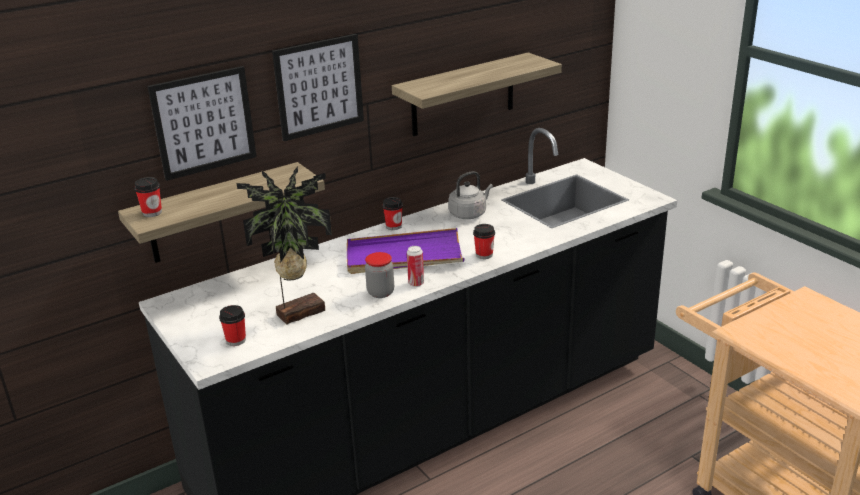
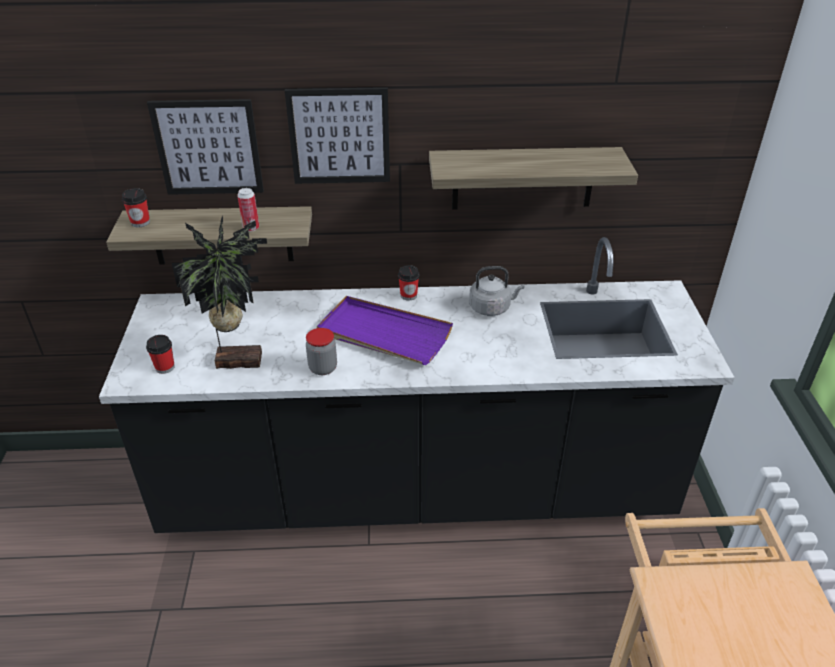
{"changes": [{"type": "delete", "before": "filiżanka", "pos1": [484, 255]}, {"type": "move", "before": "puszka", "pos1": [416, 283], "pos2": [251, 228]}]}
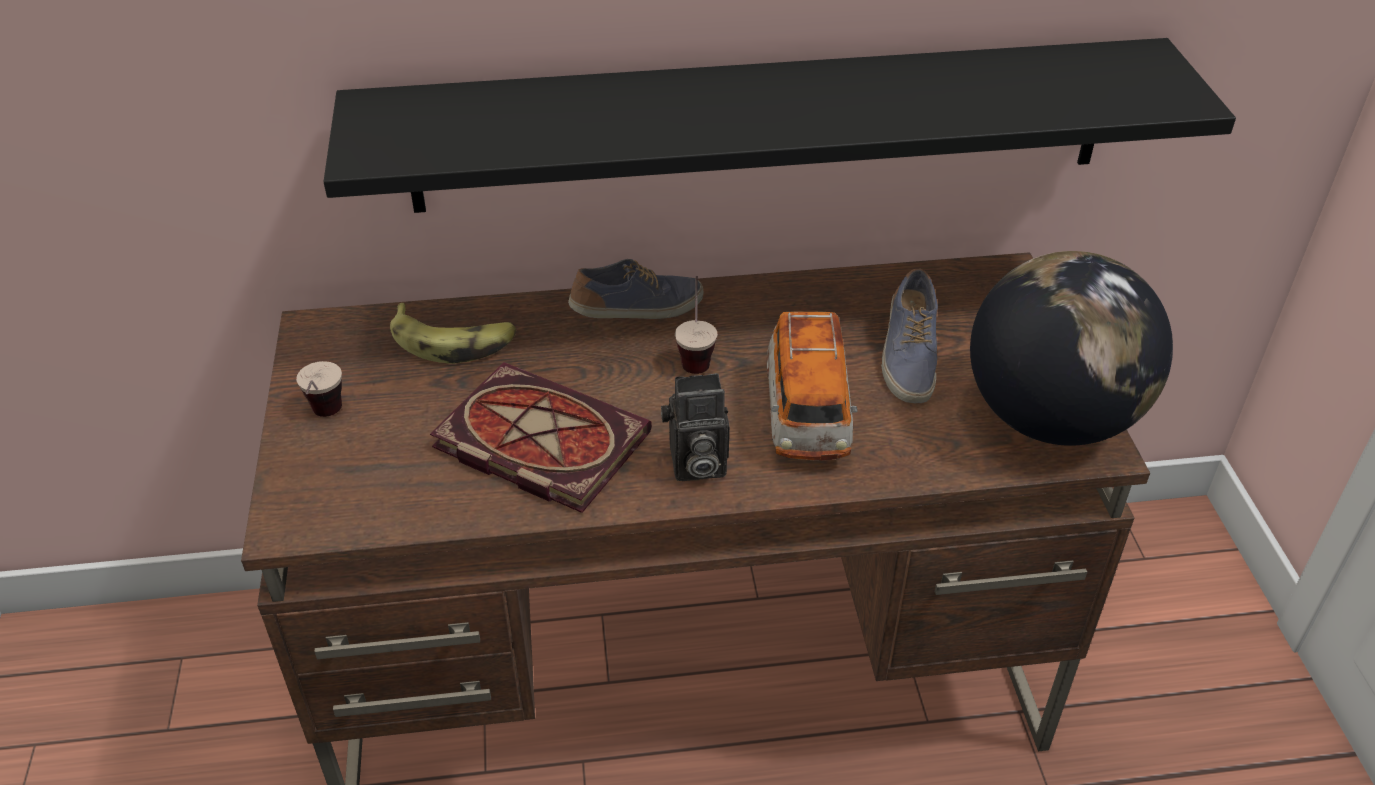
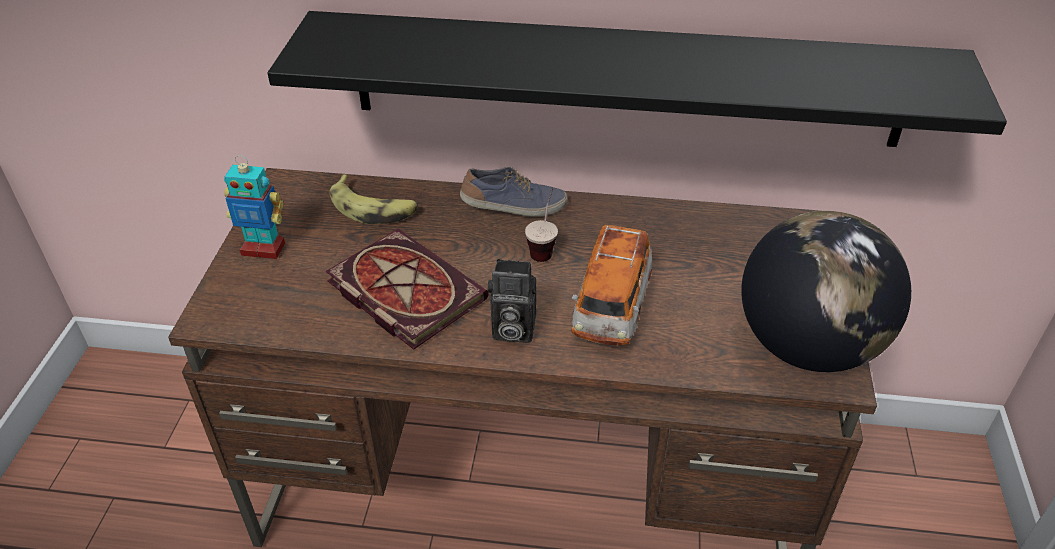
{"changes": [{"type": "delete", "before": "but", "pos1": [907, 356]}, {"type": "replace", "before": "filiżanka", "after": "robot zabawkowy", "pos1": [325, 420], "pos2": [263, 248]}]}
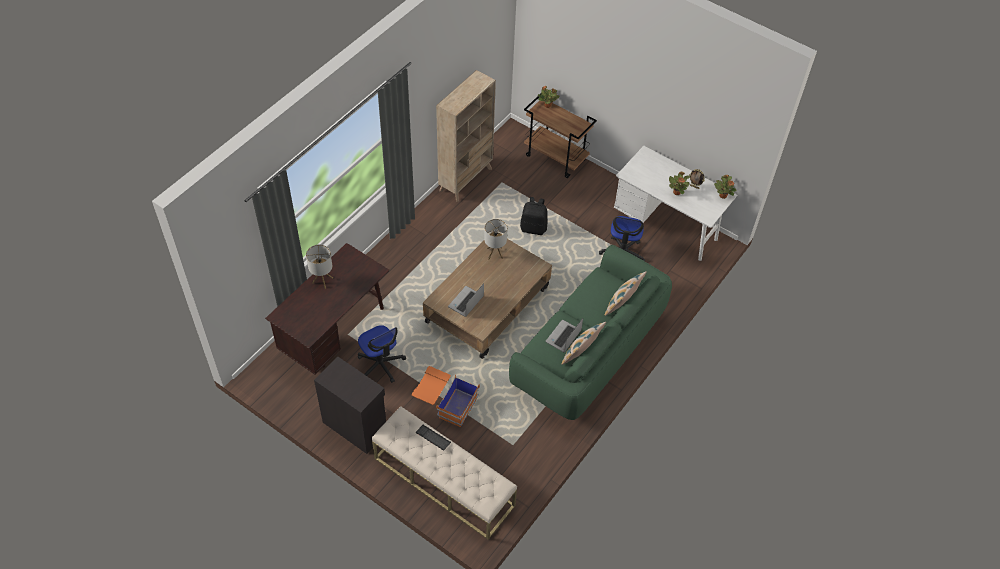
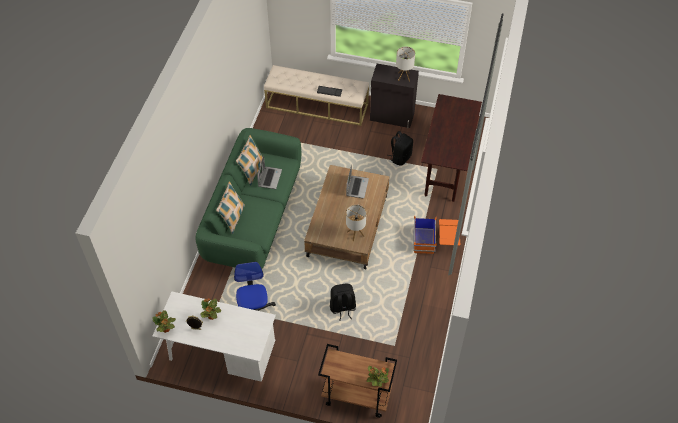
{"changes": [{"type": "delete", "before": "regał [beżowy]", "pos1": [466, 179]}, {"type": "move", "before": "lampa stołowa", "pos1": [322, 280], "pos2": [403, 77]}, {"type": "move", "before": "pojemnik do przechowywania [pomarańczowy]", "pos1": [445, 402], "pos2": [435, 242]}, {"type": "replace", "before": "krzesło biurowe", "after": "plecak [czarny]", "pos1": [381, 364], "pos2": [400, 157]}]}
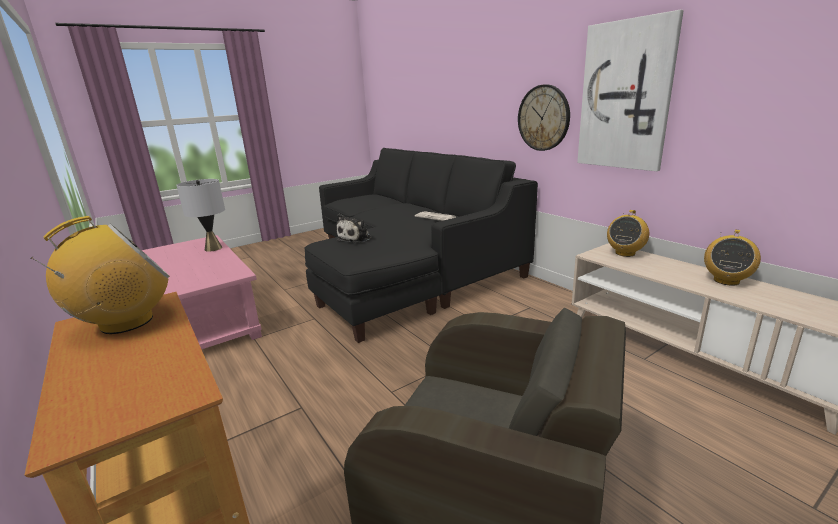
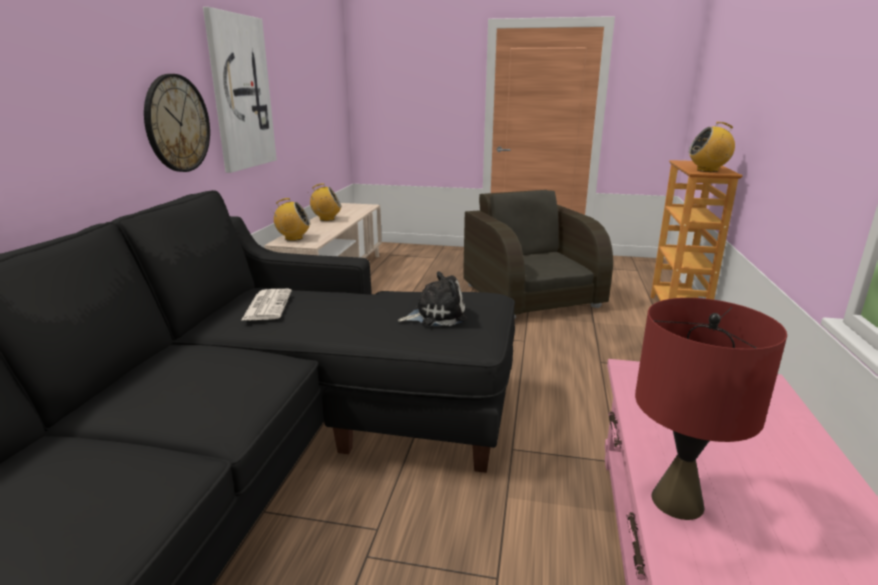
{"changes": [{"type": "recolor", "before": "lampa stołowa [szary]", "after": "lampa stołowa [czerwony]", "pos1": [213, 248], "pos2": [676, 501]}]}
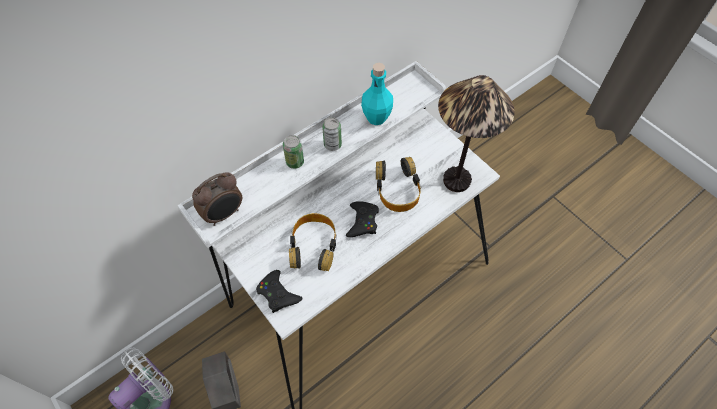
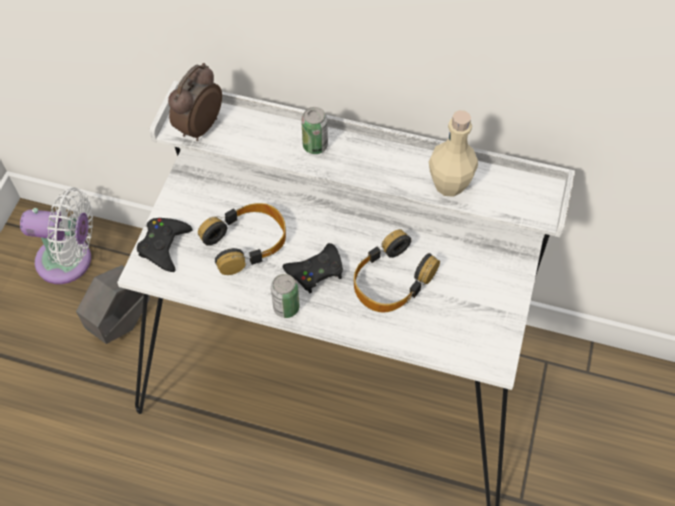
{"changes": [{"type": "delete", "before": "lampa stołowa", "pos1": [456, 180]}, {"type": "move", "before": "puszka", "pos1": [332, 145], "pos2": [286, 307]}, {"type": "recolor", "before": "butelka [turkusowy]", "after": "butelka [beżowy]", "pos1": [376, 117], "pos2": [449, 185]}, {"type": "rotate", "before": "budzik", "pos1": [224, 214], "pos2": [199, 127], "turn": 105}]}
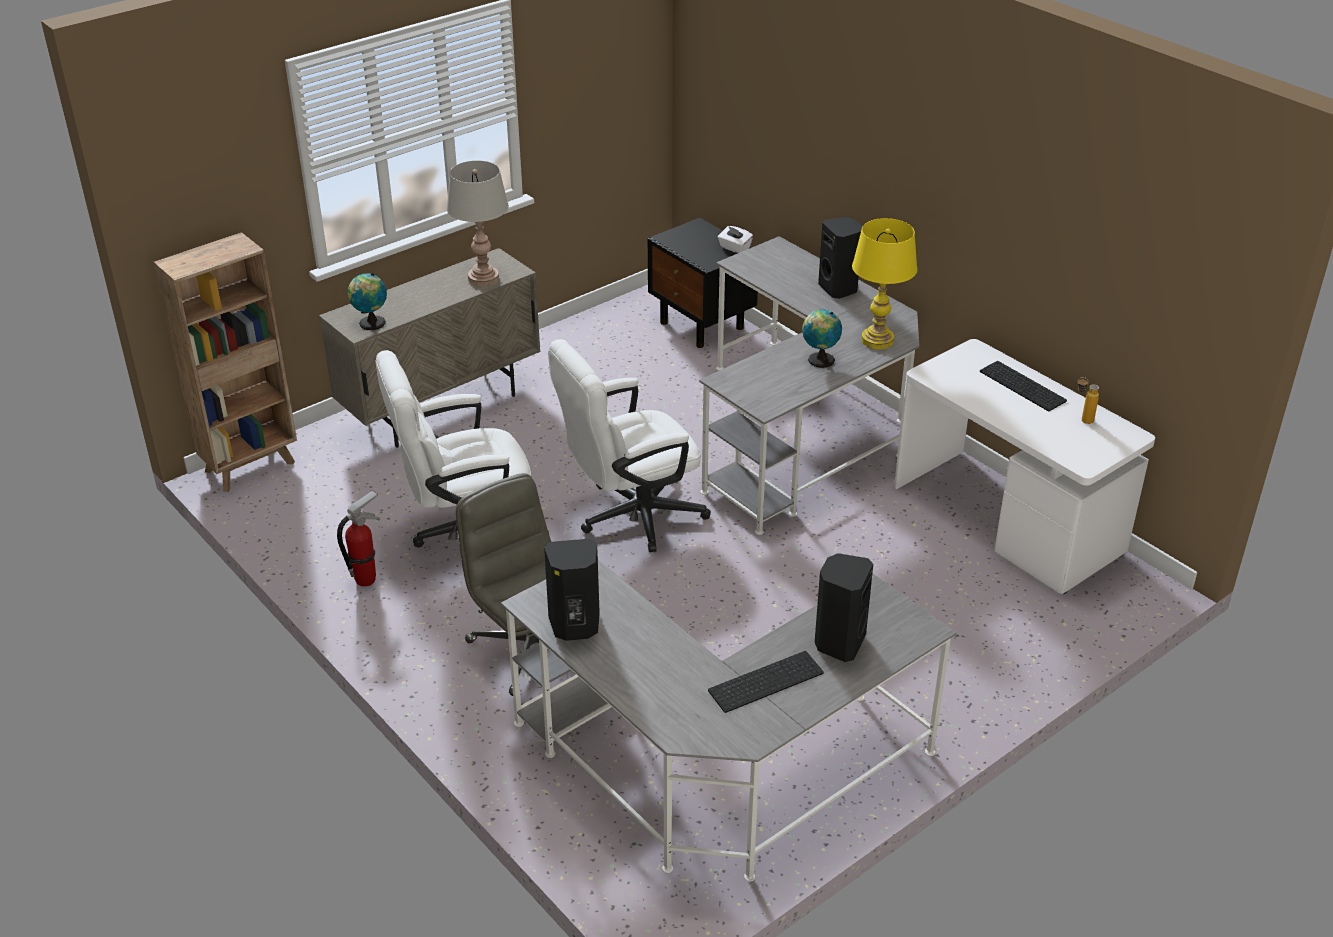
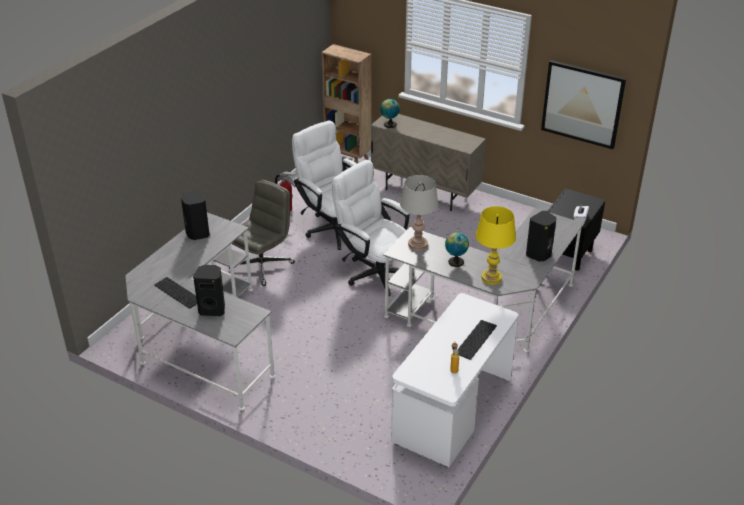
{"changes": [{"type": "insert", "after": "obraz", "pos2": [582, 104]}, {"type": "move", "before": "lampa stołowa [szary]", "pos1": [483, 278], "pos2": [417, 245]}]}
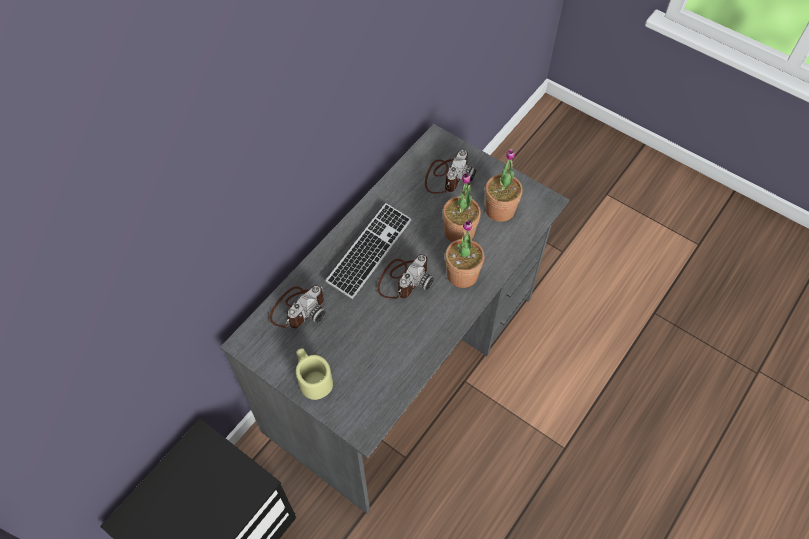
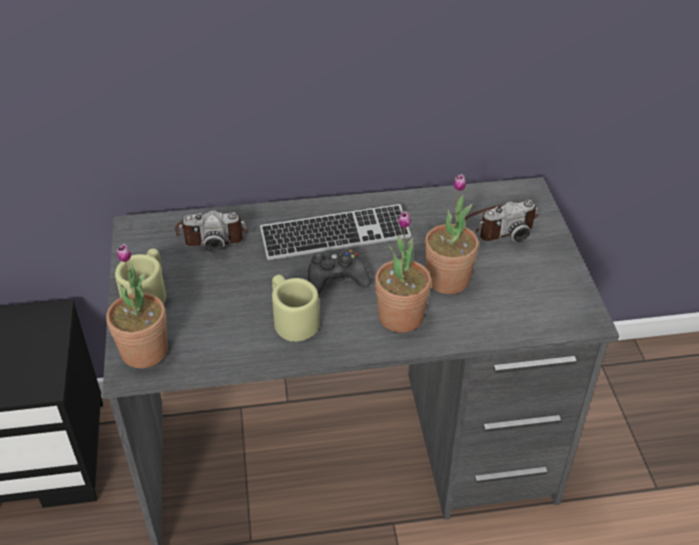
{"changes": [{"type": "insert", "after": "kubek [beżowy]", "pos2": [292, 319]}, {"type": "move", "before": "roślina doniczkowa", "pos1": [500, 210], "pos2": [144, 351]}, {"type": "replace", "before": "aparat fotograficzny", "after": "pad do gier [czarny]", "pos1": [403, 279], "pos2": [336, 279]}]}
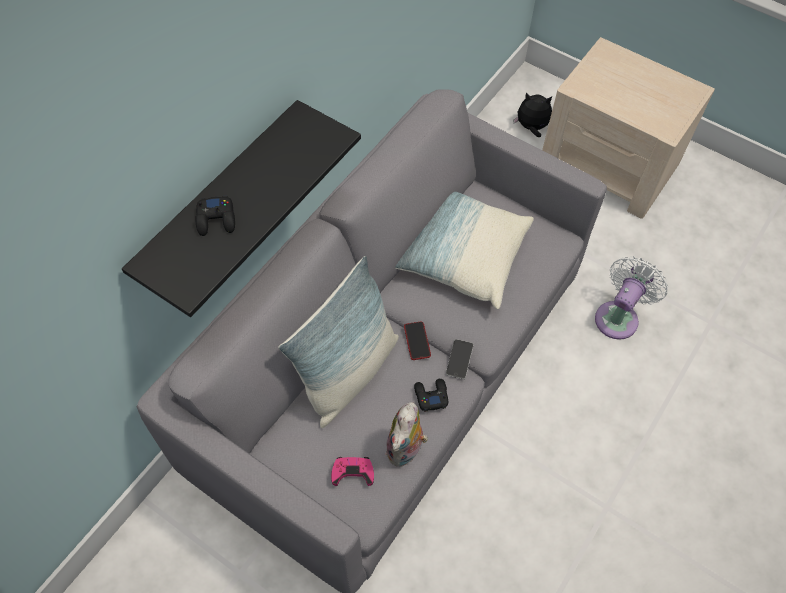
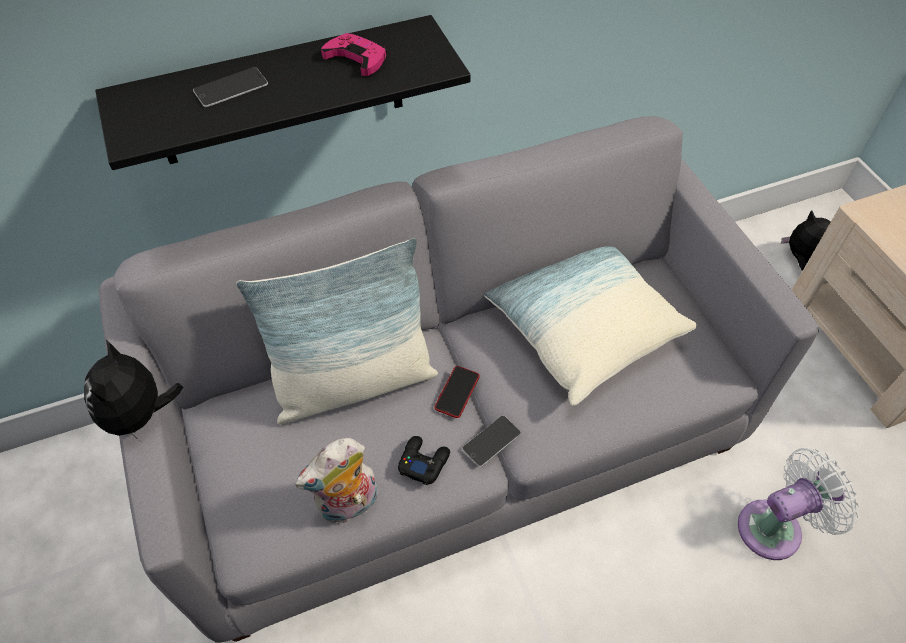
{"changes": [{"type": "insert", "after": "pluszak", "pos2": [141, 415]}, {"type": "move", "before": "pad do gier [różowy]", "pos1": [352, 472], "pos2": [356, 58]}, {"type": "replace", "before": "pad do gier [czarny]", "after": "telefon", "pos1": [216, 219], "pos2": [231, 87]}]}
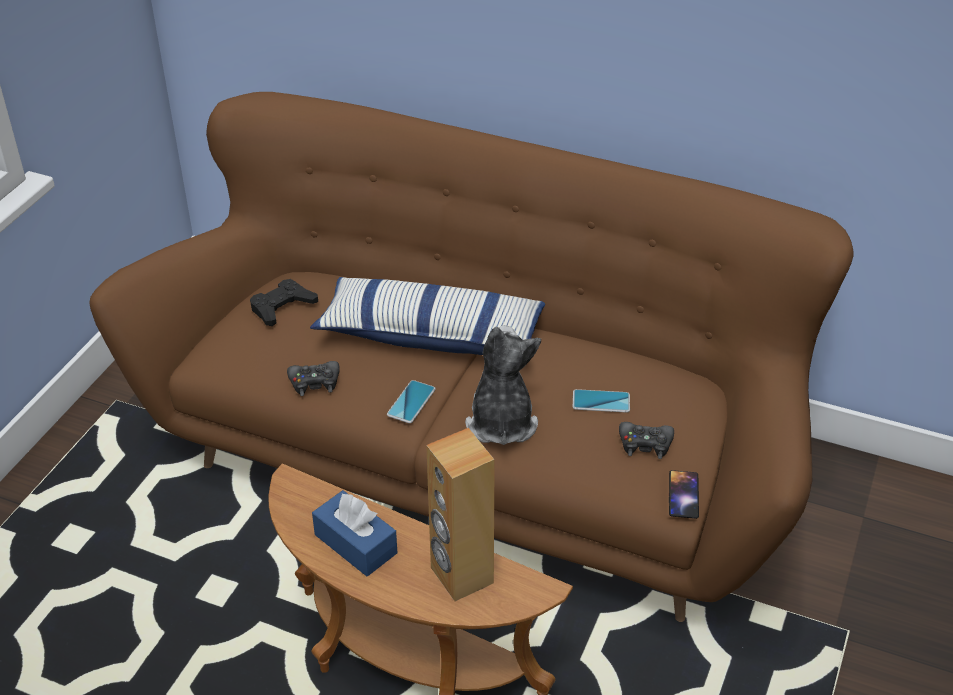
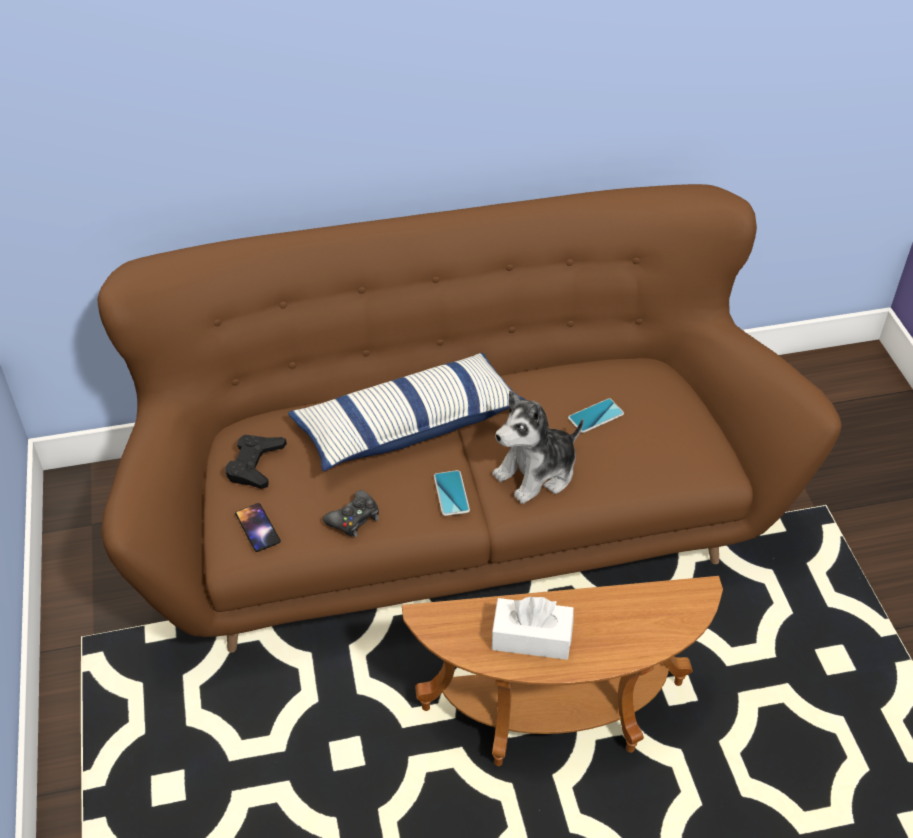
{"changes": [{"type": "delete", "before": "głośnik [brązowy]", "pos1": [461, 575]}, {"type": "delete", "before": "pad do gier [czarny]", "pos1": [645, 444]}, {"type": "move", "before": "telefon", "pos1": [683, 495], "pos2": [257, 528]}, {"type": "recolor", "before": "pudełko chusteczek [niebieski]", "after": "pudełko chusteczek [biały]", "pos1": [355, 544], "pos2": [531, 638]}, {"type": "rotate", "before": "pluszak", "pos1": [501, 422], "pos2": [537, 473], "turn": -90}]}
